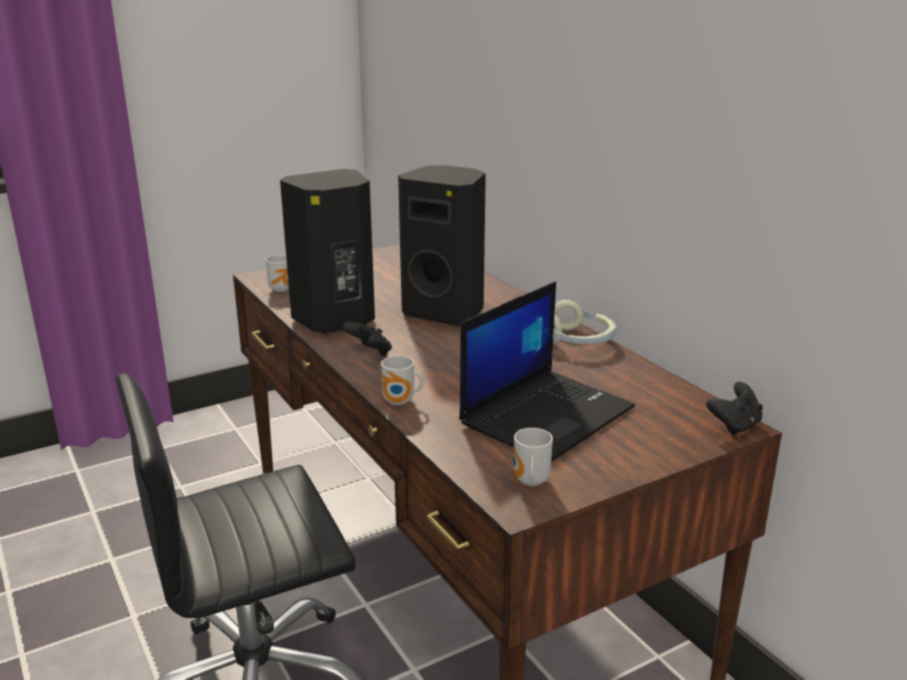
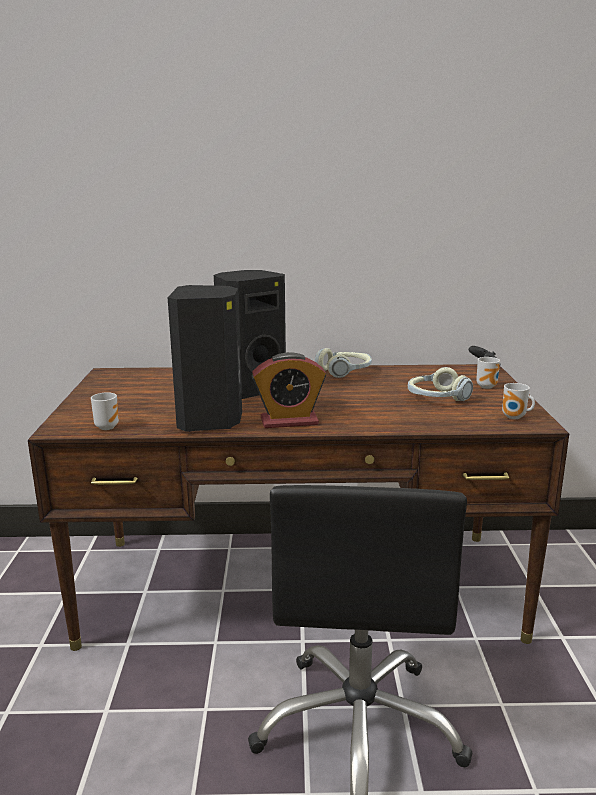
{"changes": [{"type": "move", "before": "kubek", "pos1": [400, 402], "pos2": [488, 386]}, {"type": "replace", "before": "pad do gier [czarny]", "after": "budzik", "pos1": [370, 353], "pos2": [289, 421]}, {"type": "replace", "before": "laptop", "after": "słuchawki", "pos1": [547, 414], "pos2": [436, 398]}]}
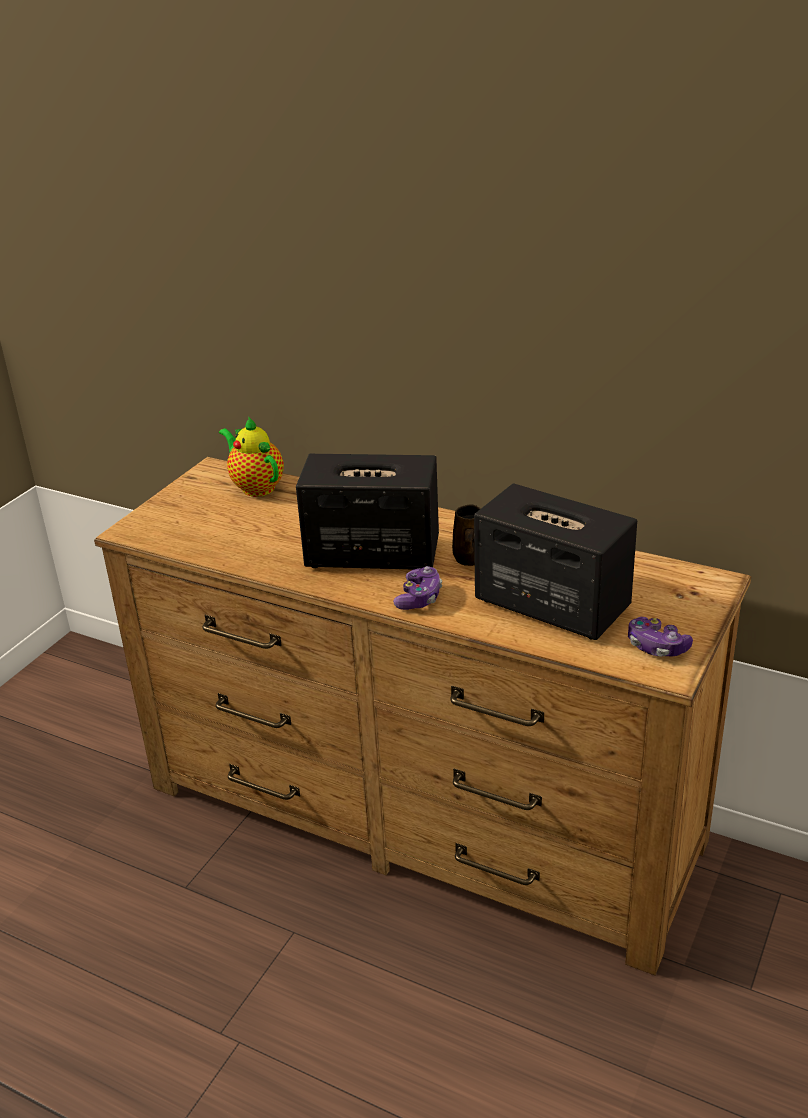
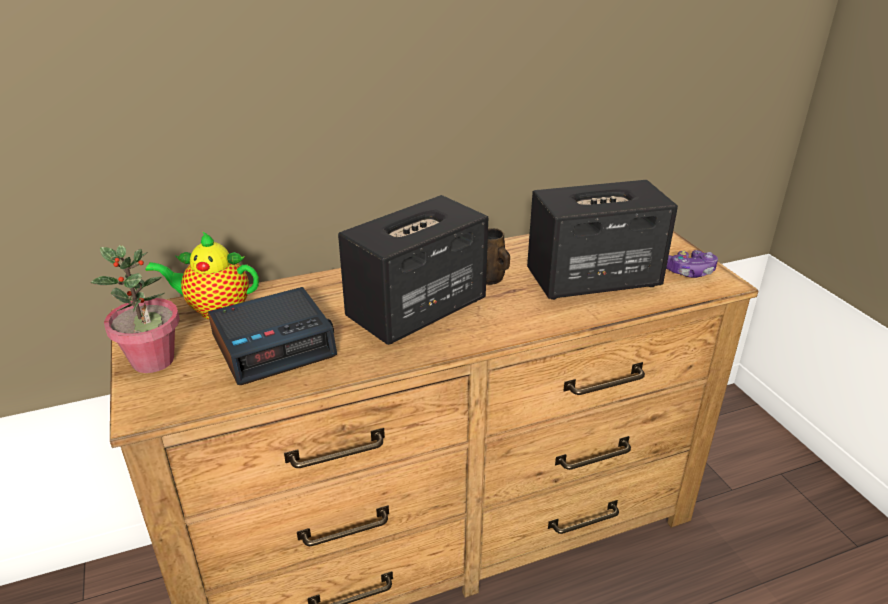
{"changes": [{"type": "delete", "before": "pad do gier", "pos1": [419, 598]}, {"type": "insert", "after": "roślina doniczkowa", "pos2": [153, 361]}, {"type": "insert", "after": "budzik", "pos2": [274, 345]}]}
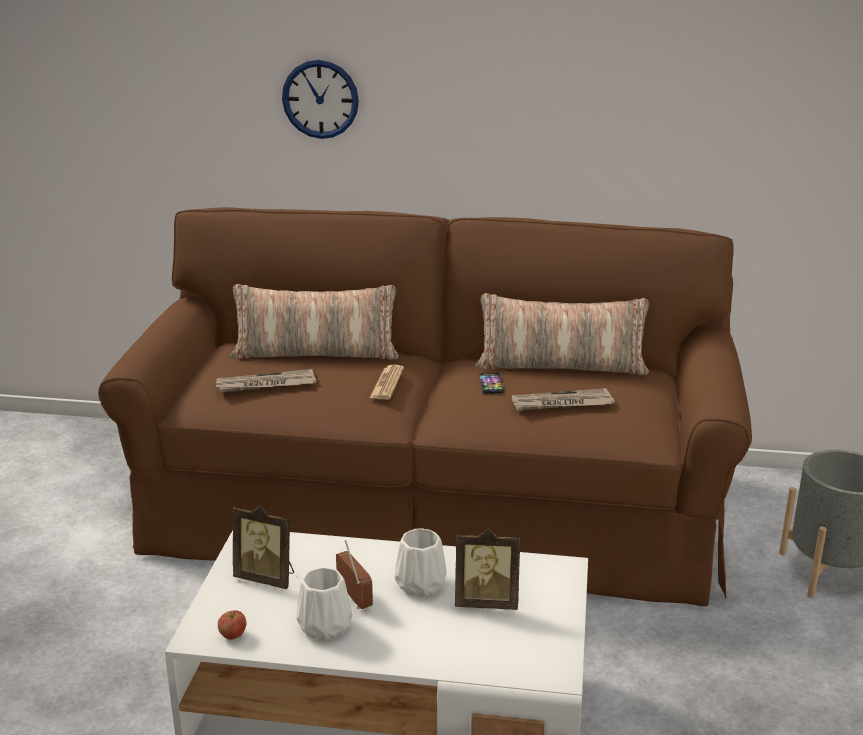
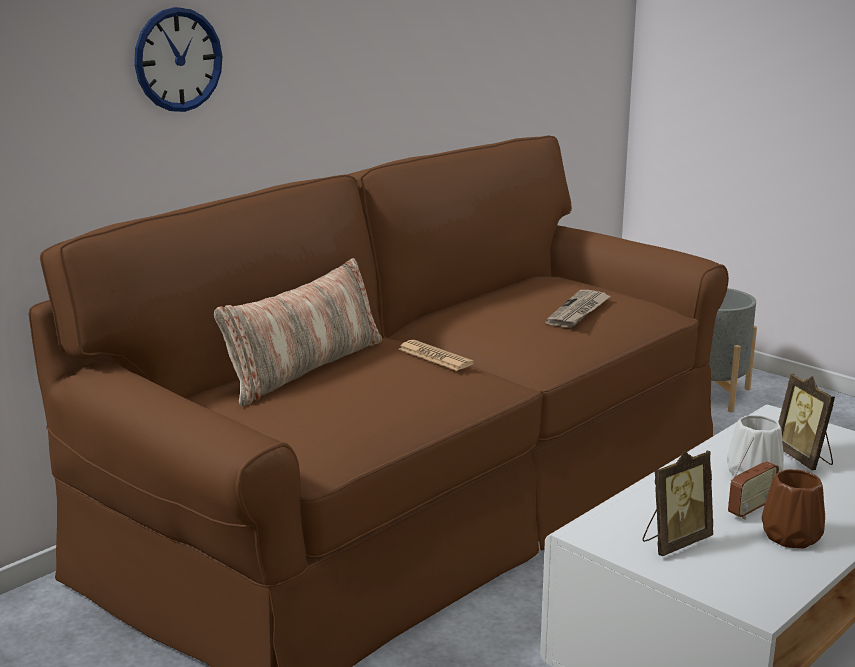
{"changes": [{"type": "delete", "before": "gazeta", "pos1": [265, 385]}, {"type": "delete", "before": "jabłko", "pos1": [233, 635]}, {"type": "delete", "before": "poduszka", "pos1": [561, 366]}, {"type": "delete", "before": "telefon", "pos1": [491, 384]}, {"type": "recolor", "before": "wazon [biały]", "after": "wazon [brązowy]", "pos1": [326, 626], "pos2": [790, 536]}, {"type": "rotate", "before": "radio", "pos1": [354, 598], "pos2": [750, 510], "turn": 135}, {"type": "rotate", "before": "ramka na zdjęcie", "pos1": [486, 602], "pos2": [804, 458], "turn": 120}]}
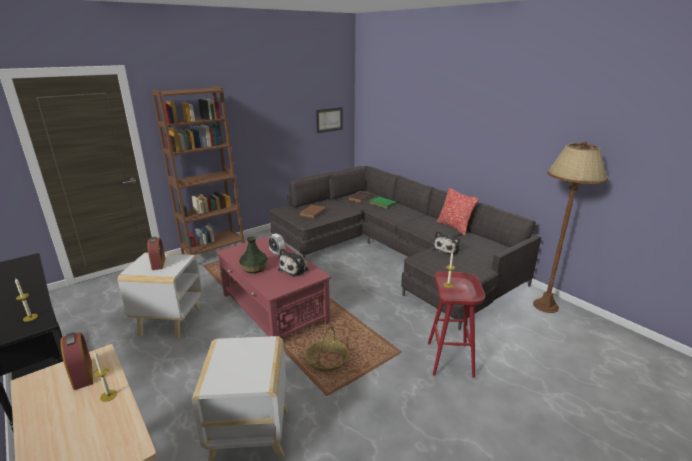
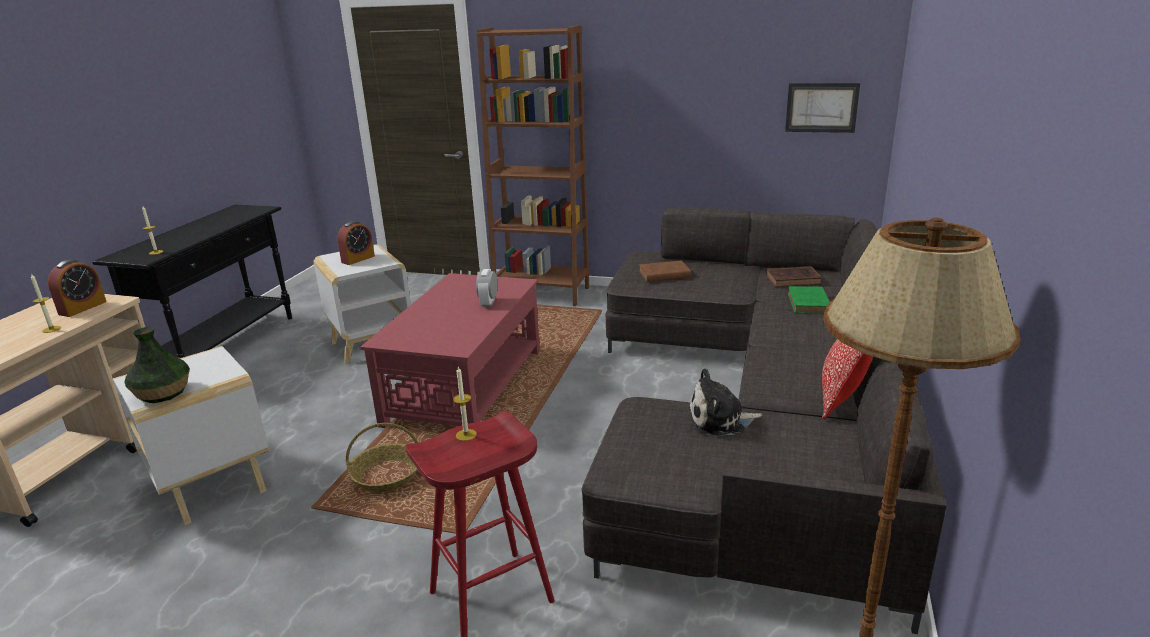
{"changes": [{"type": "delete", "before": "pluszak", "pos1": [295, 269]}, {"type": "move", "before": "wazon", "pos1": [254, 268], "pos2": [163, 393]}]}
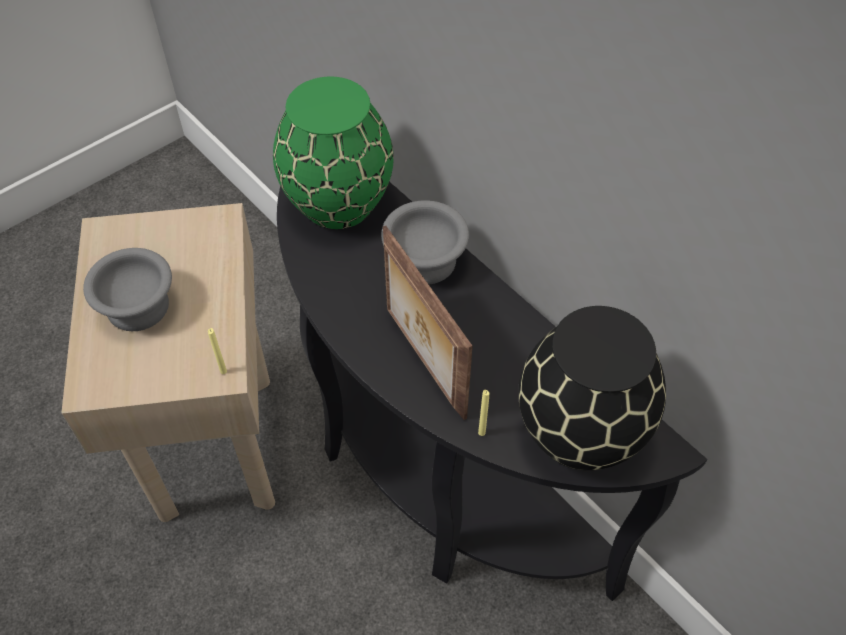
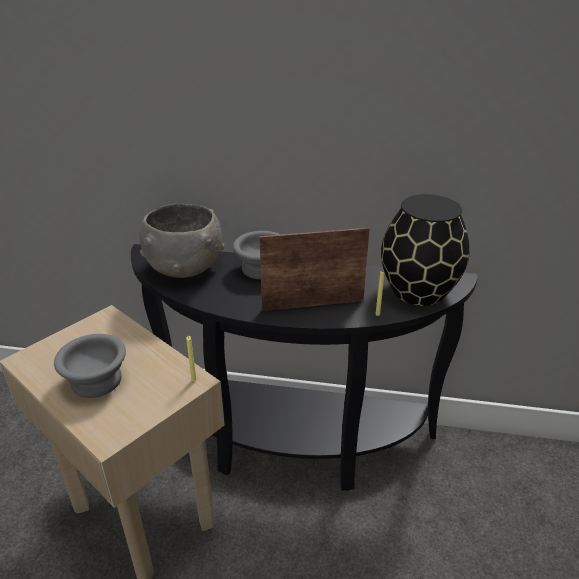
{"changes": [{"type": "replace", "before": "wazon [zielony]", "after": "miska [szary]", "pos1": [340, 202], "pos2": [185, 267]}, {"type": "rotate", "before": "ramka na zdjęcie", "pos1": [422, 361], "pos2": [312, 304], "turn": 150}]}
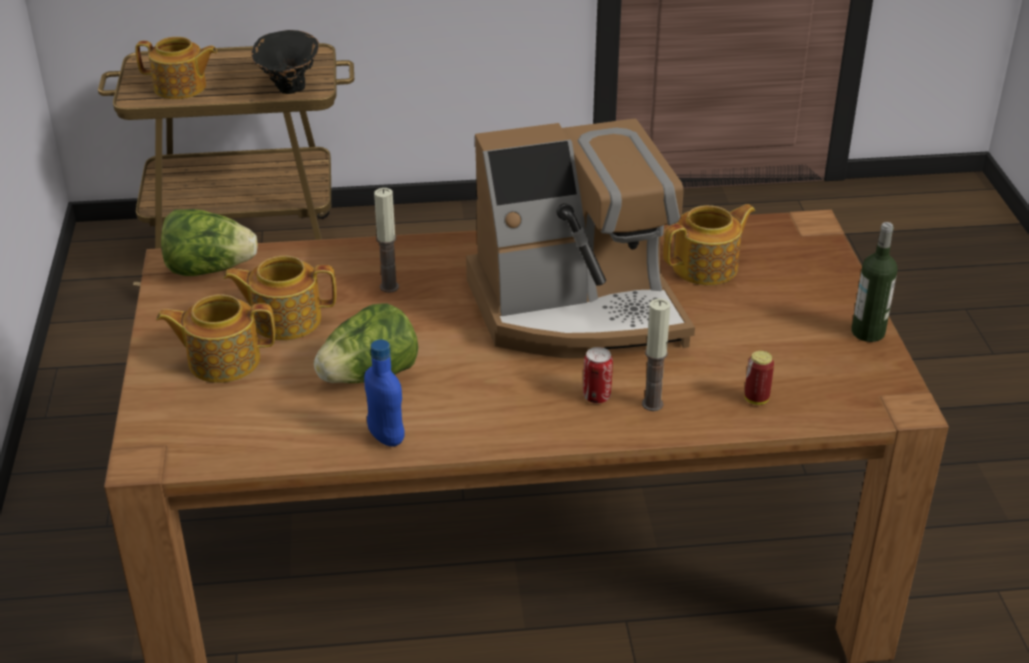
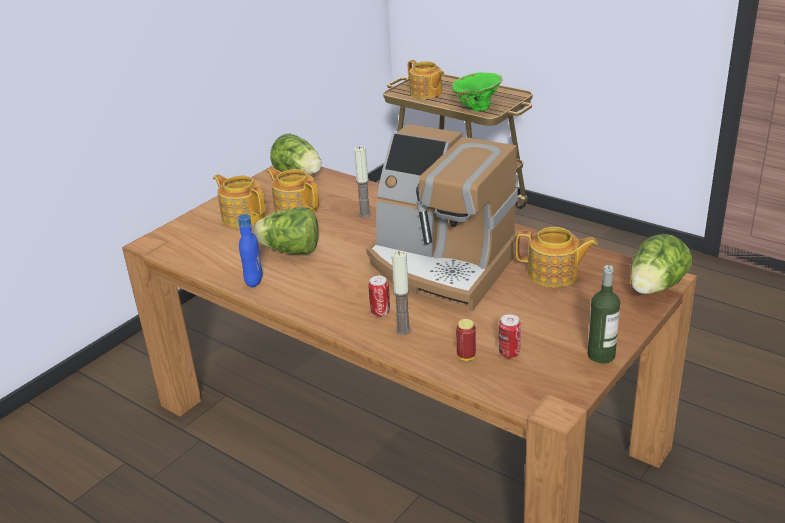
{"changes": [{"type": "insert", "after": "puszka", "pos2": [509, 353]}, {"type": "insert", "after": "sałata", "pos2": [655, 288]}, {"type": "recolor", "before": "wazon [czarny]", "after": "wazon [zielony]", "pos1": [288, 90], "pos2": [476, 109]}]}
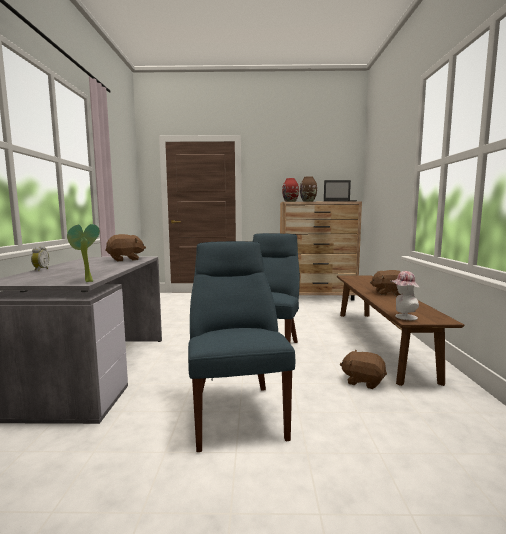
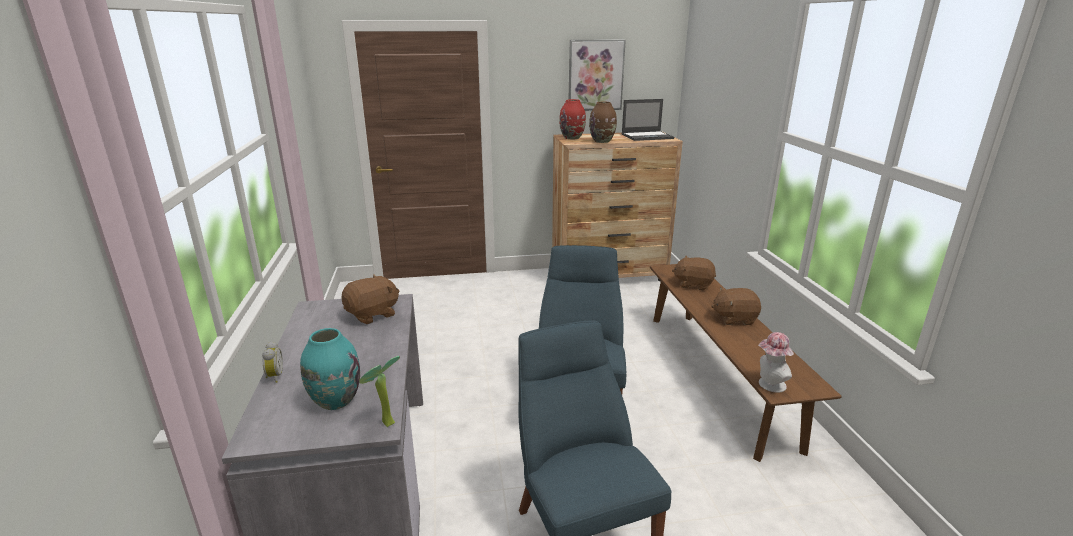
{"changes": [{"type": "insert", "after": "wazon [turkusowy]", "pos2": [335, 400]}, {"type": "insert", "after": "obraz", "pos2": [595, 75]}, {"type": "move", "before": "pluszak [brązowy]", "pos1": [363, 381], "pos2": [693, 284]}]}
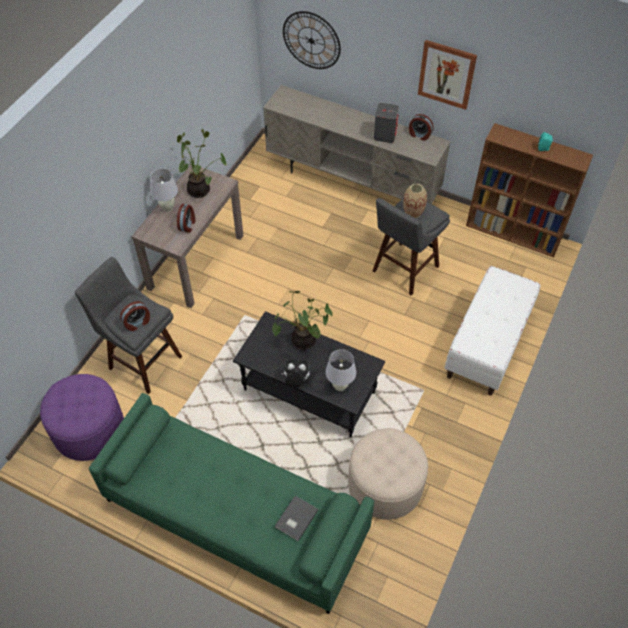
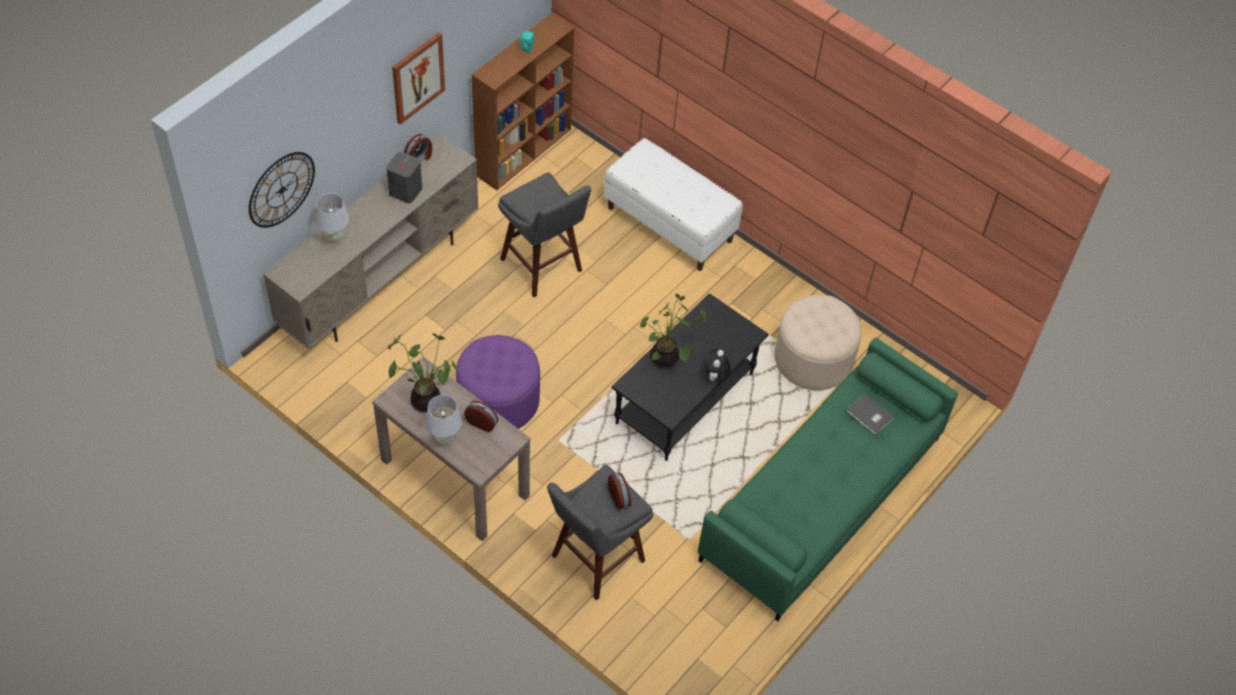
{"changes": [{"type": "delete", "before": "wazon", "pos1": [413, 211]}, {"type": "move", "before": "pufa [fioletowy]", "pos1": [89, 429], "pos2": [498, 400]}, {"type": "move", "before": "lampa stołowa [biały]", "pos1": [340, 386], "pos2": [334, 239]}]}
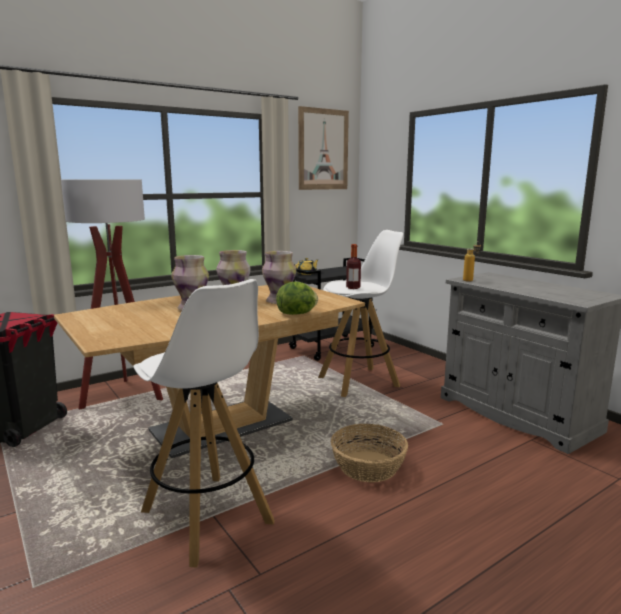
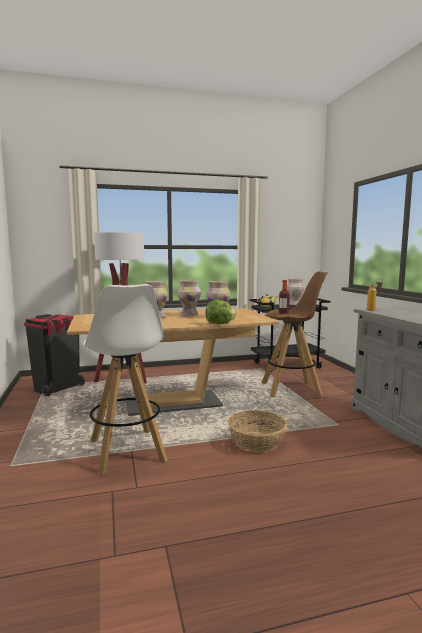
{"changes": [{"type": "delete", "before": "obraz", "pos1": [323, 149]}, {"type": "insert", "after": "wazon", "pos2": [294, 304]}, {"type": "recolor", "before": "stołek [biały]", "after": "stołek [brązowy]", "pos1": [359, 381], "pos2": [291, 389]}]}
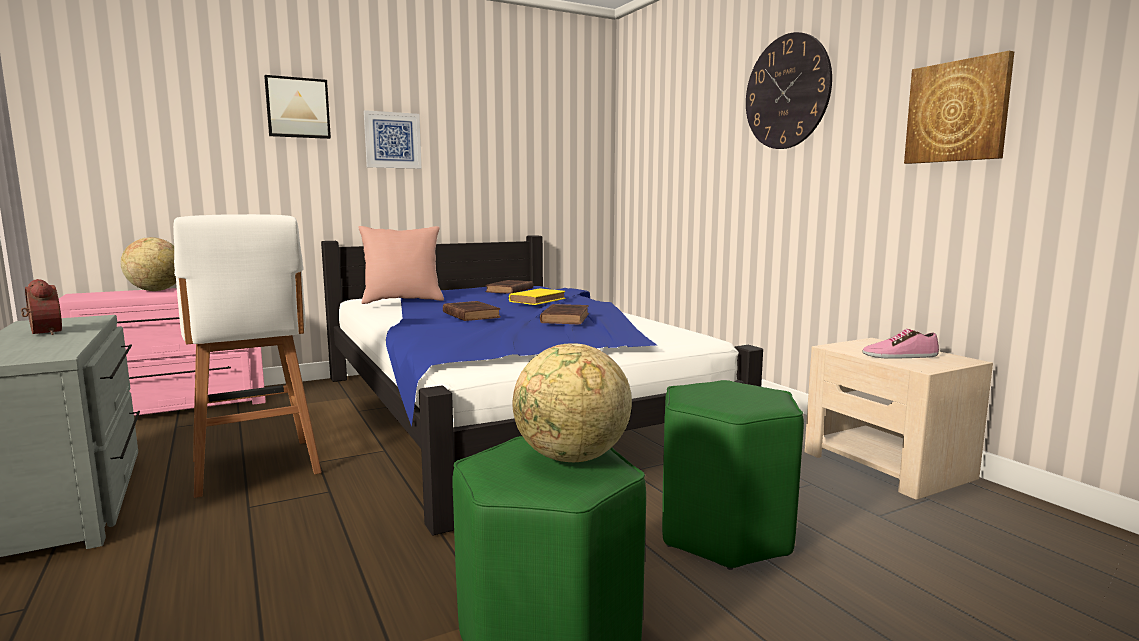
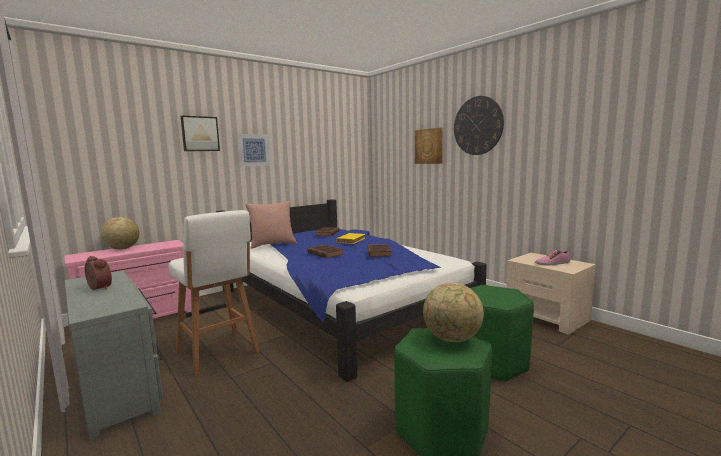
{"changes": [{"type": "move", "before": "obraz", "pos1": [957, 112], "pos2": [429, 146]}]}
